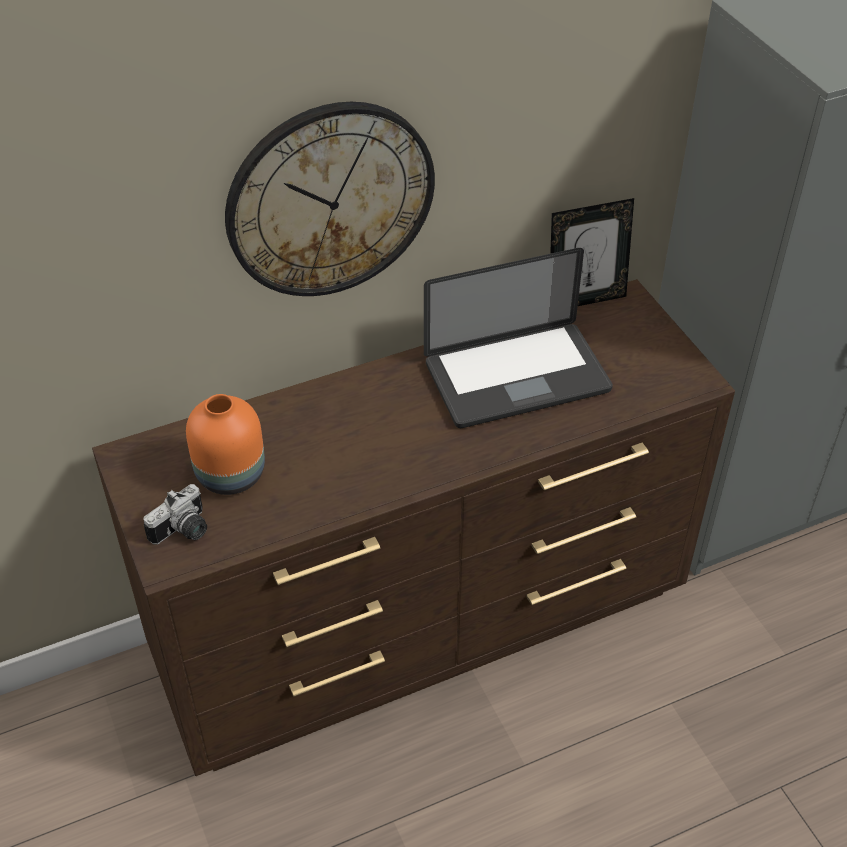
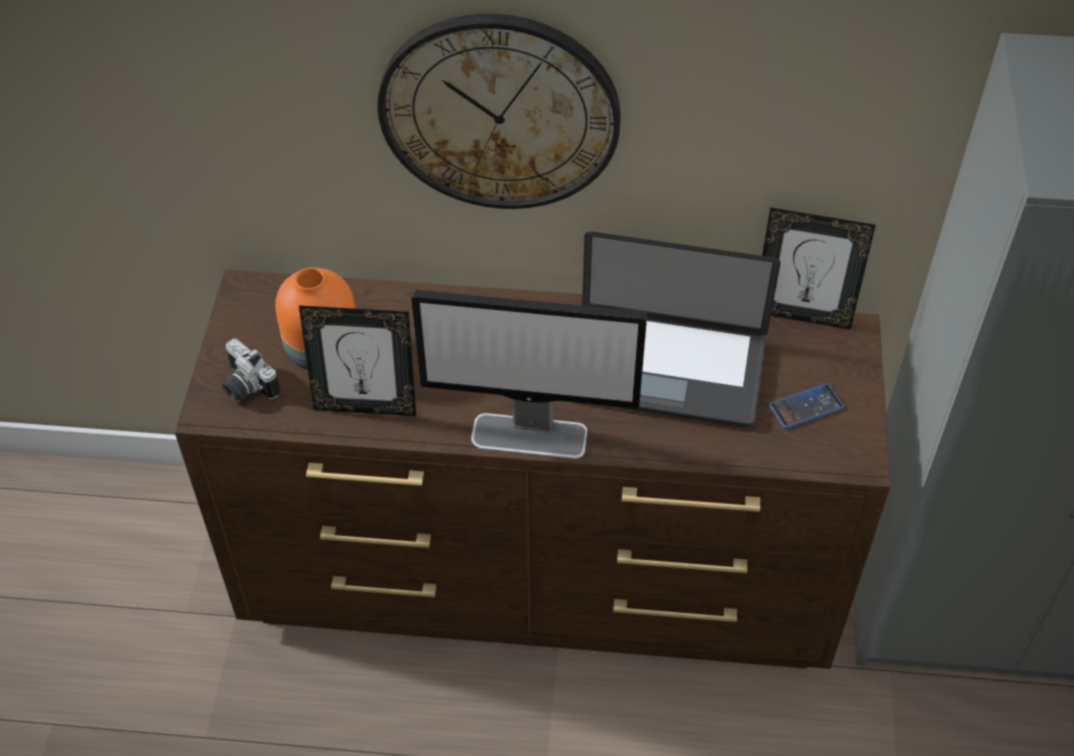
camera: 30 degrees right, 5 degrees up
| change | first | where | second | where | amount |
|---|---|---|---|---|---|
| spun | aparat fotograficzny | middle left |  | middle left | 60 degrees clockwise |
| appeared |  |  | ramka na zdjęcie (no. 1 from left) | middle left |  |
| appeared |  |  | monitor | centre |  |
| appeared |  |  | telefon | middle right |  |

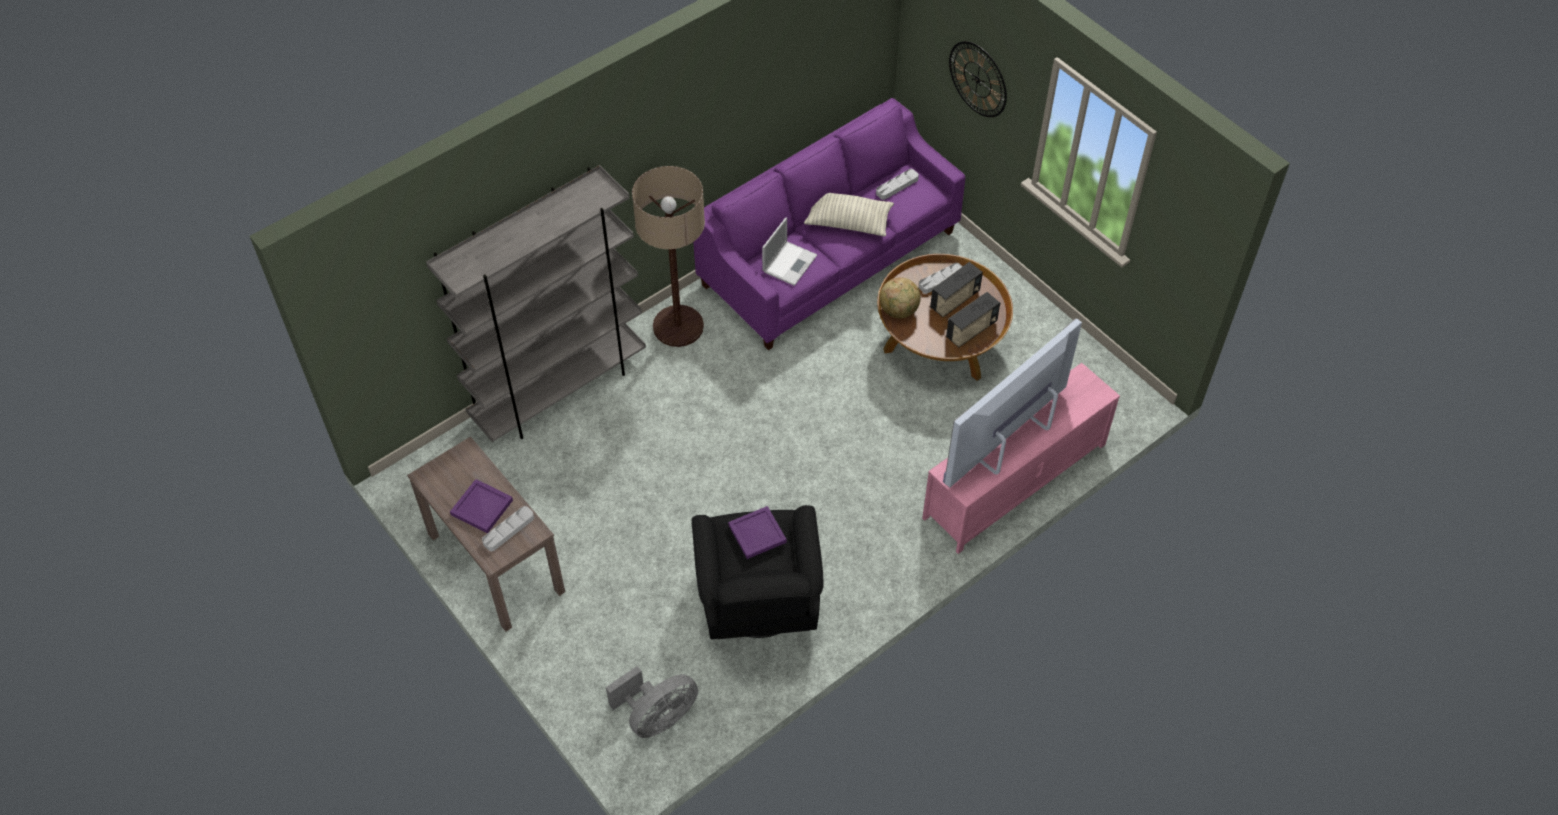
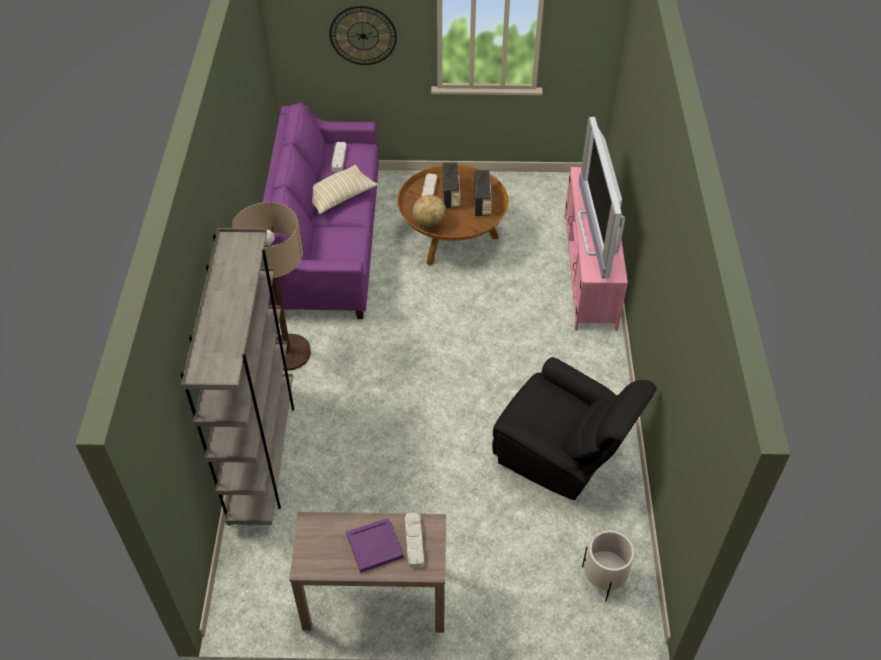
camera: 50 degrees left, 5 degrees down
| change | first | where | second | where | amount |
|---|---|---|---|---|---|
| exchanged | wentylator [szary] | bottom centre | donica [biały] | bottom right |  |
| missing | taca [fioletowy] (no. 2 from left) | centre |  |  |  |
| missing | laptop | top centre |  |  |  |

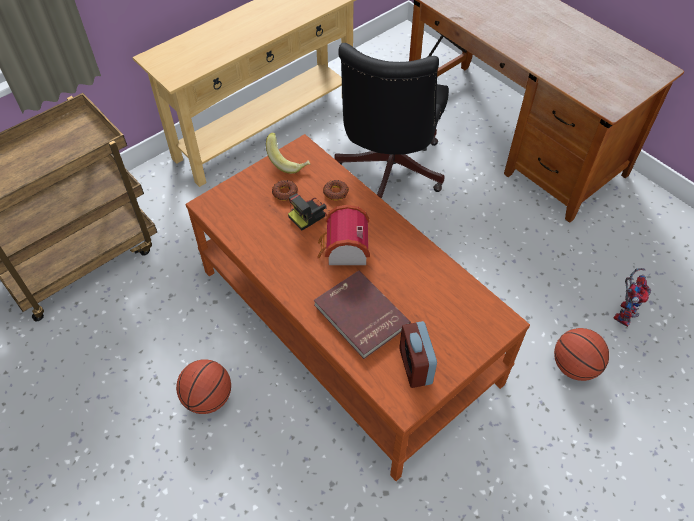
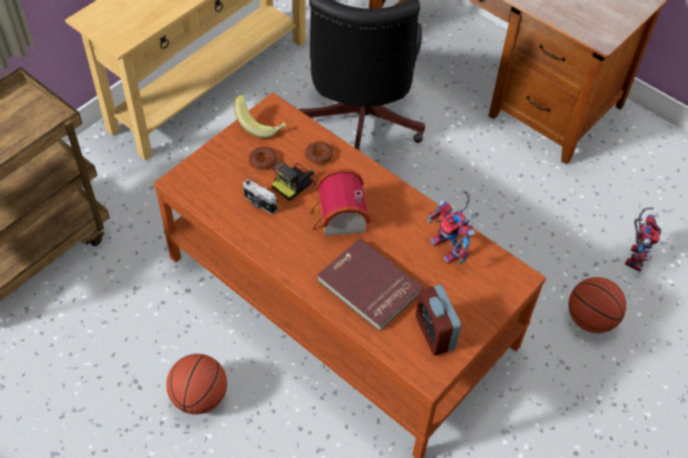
camera: 10 degrees left, 0 degrees up
| change | first | where | second | where | amount |
|---|---|---|---|---|---|
| appeared |  |  | aparat fotograficzny (no. 1 from left) | centre |  |
| appeared |  |  | robot zabawkowy (no. 1 from left) | centre |  |

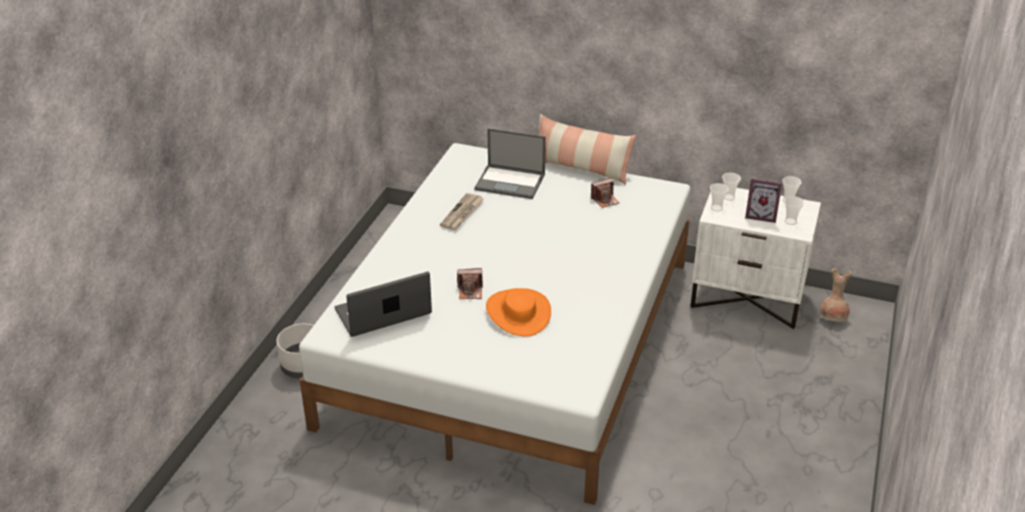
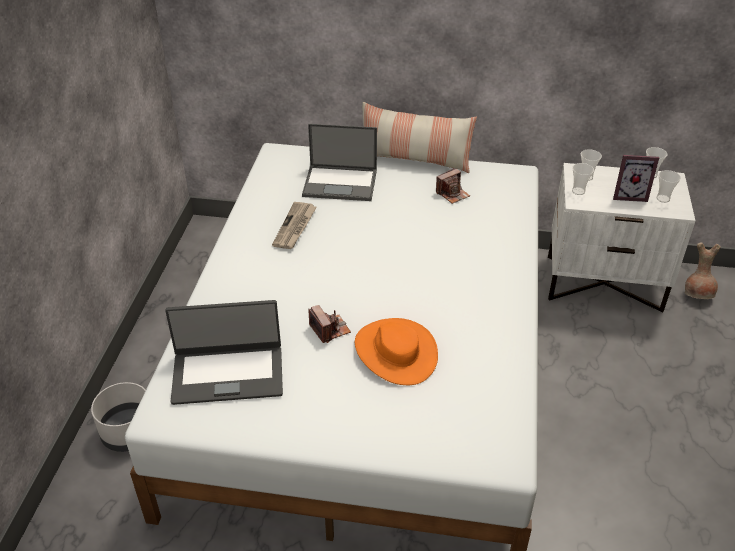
camera: 10 degrees left, 5 degrees up
| change | first | where | second | where | amount |
|---|---|---|---|---|---|
| spun | laptop (no. 1 from left) | centre |  | middle left | 150 degrees counterclockwise |
| spun | aparat fotograficzny (no. 1 from left) | centre |  | centre | 105 degrees counterclockwise |

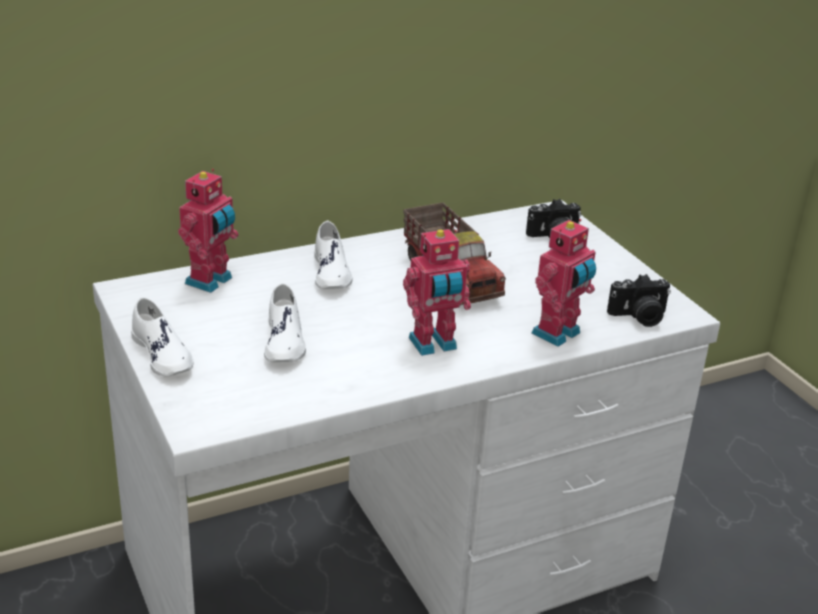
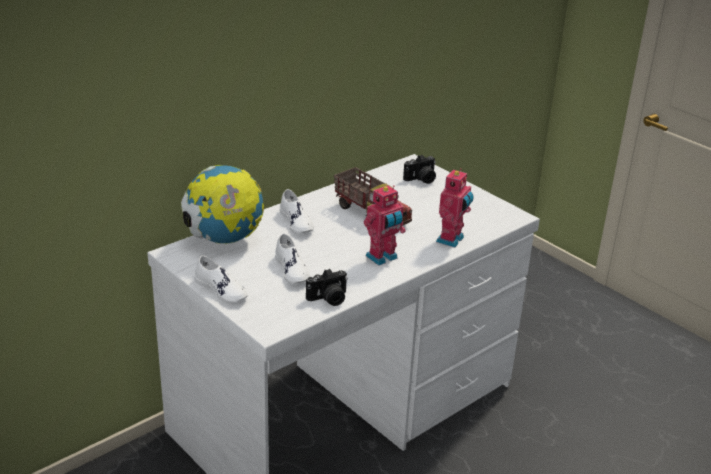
camera: 15 degrees left, 0 degrees up
| change | first | where | second | where | amount |
|---|---|---|---|---|---|
| exchanged | robot zabawkowy (no. 1 from left) | middle left | globus | middle left |  |
| relocated | aparat fotograficzny (no. 2 from left in the first image) | middle right | aparat fotograficzny (no. 1 from left) | centre |  |

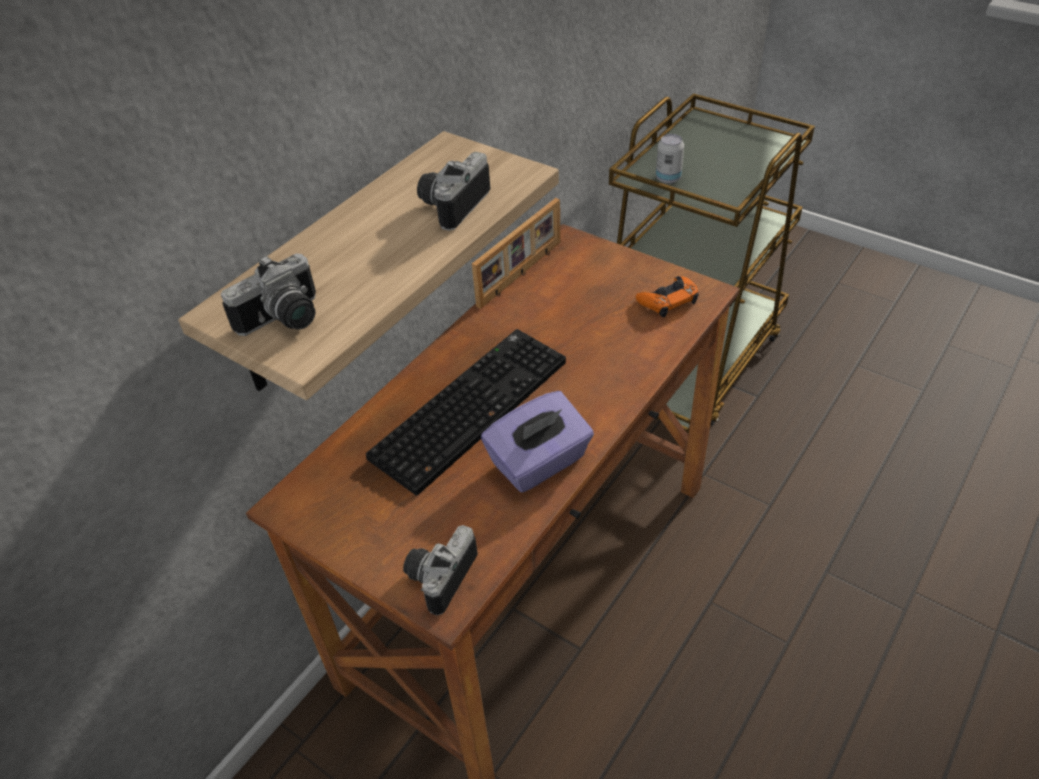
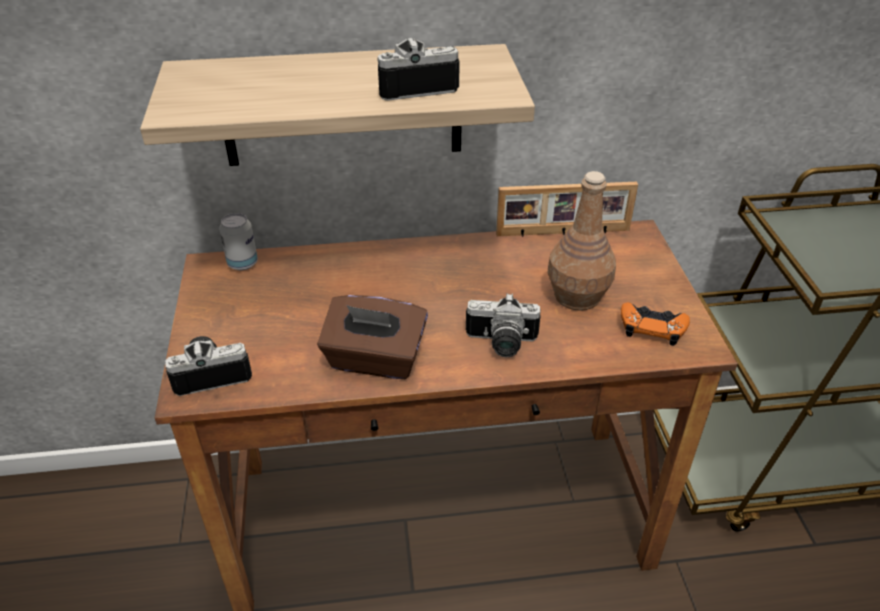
camera: 45 degrees right, 5 degrees down
| change | first | where | second | where | amount |
|---|---|---|---|---|---|
| relocated | aparat fotograficzny (no. 1 from left in the first image) | middle left | aparat fotograficzny (no. 3 from left) | centre |  |
| missing | klawiatura | centre |  |  |  |
| colour | pudełko chusteczek [fioletowy] | centre | pudełko chusteczek [brązowy] | centre |  |
| relocated | puszka | top centre |  | middle left |  |
| appeared |  |  | butelka [brązowy] | centre |  |

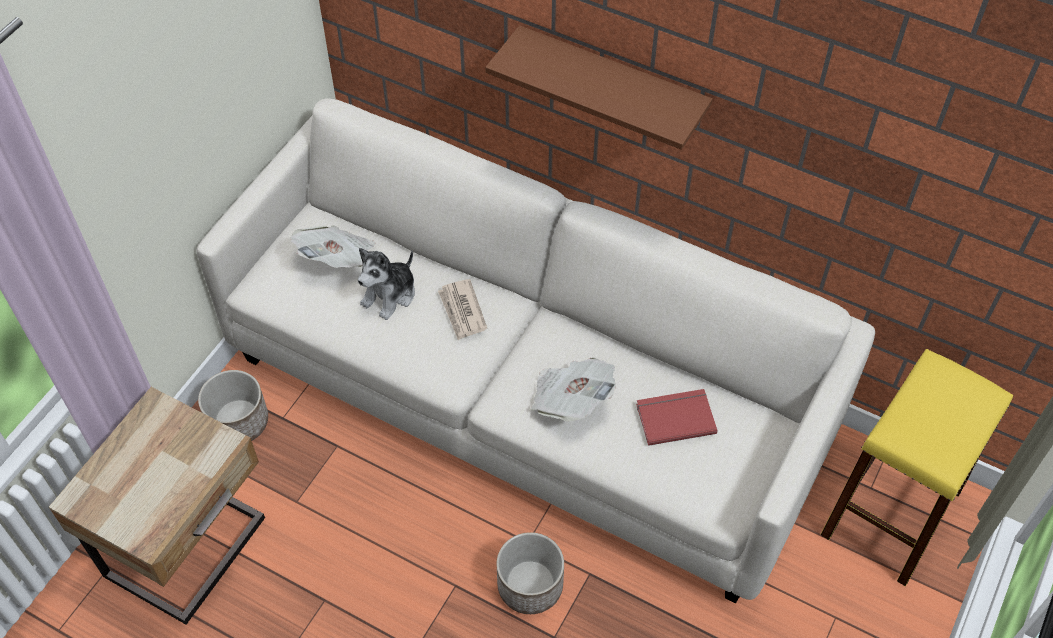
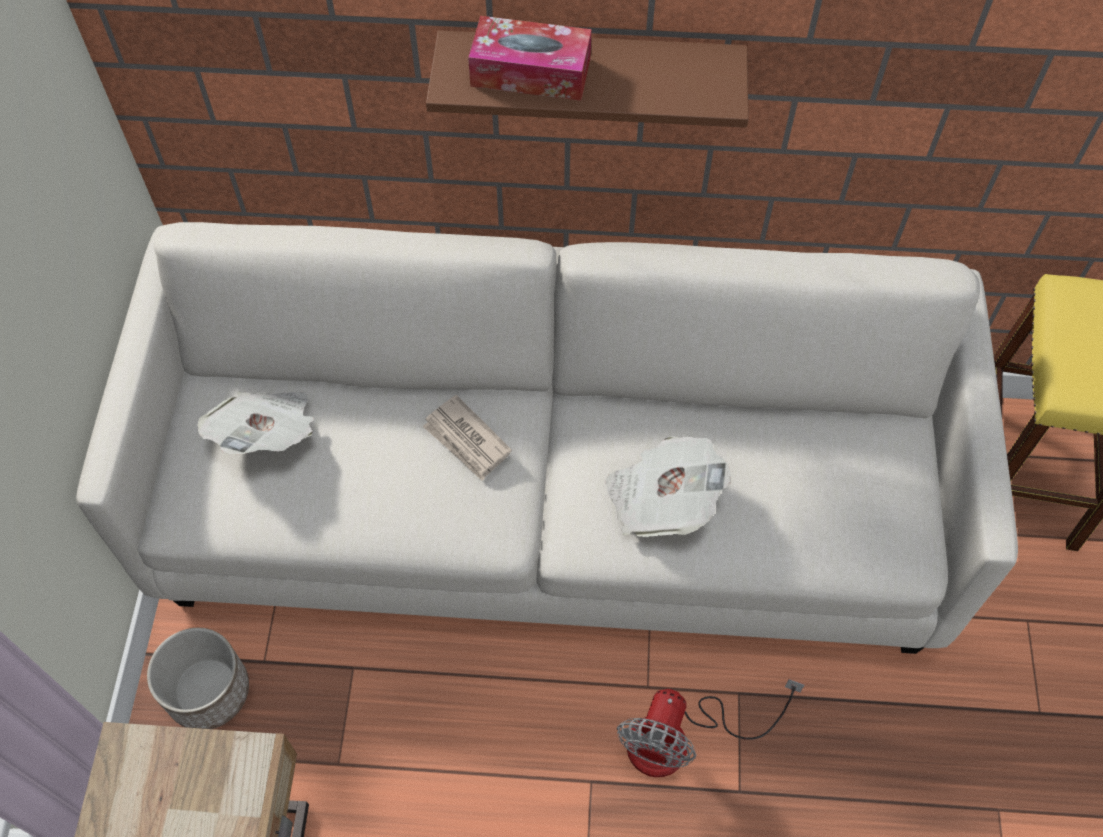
camera: 25 degrees left, 5 degrees up
| change | first | where | second | where | amount |
|---|---|---|---|---|---|
| missing | pluszak | centre |  |  |  |
| exchanged | donica (no. 2 from left) | bottom centre | wentylator | bottom centre |  |
| missing | książka [czerwony] | centre |  |  |  |
| appeared |  |  | pudełko chusteczek | top centre |  |

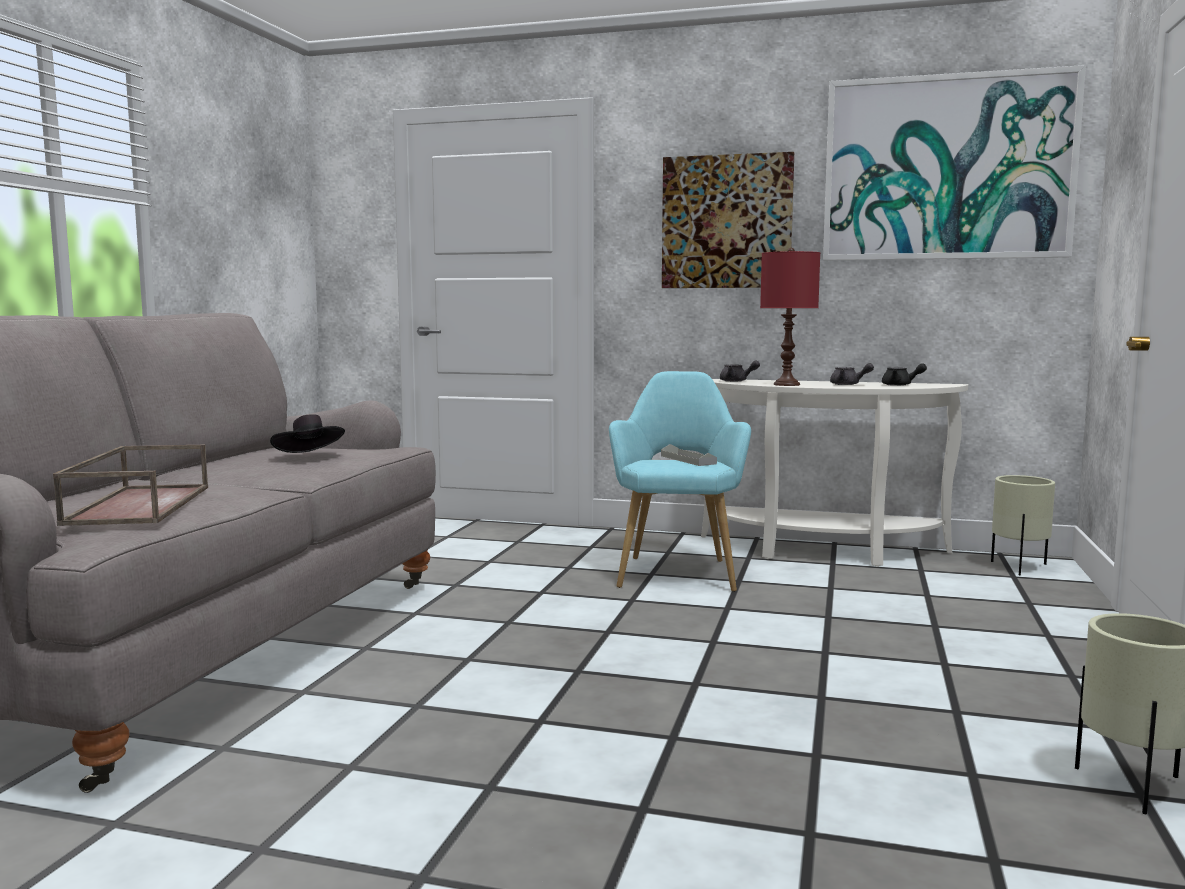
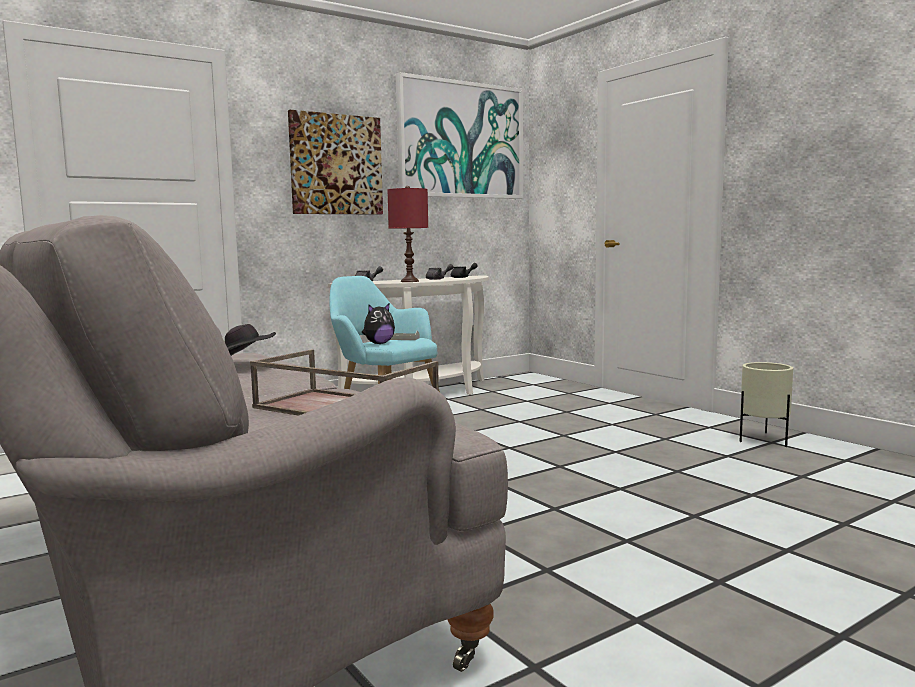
camera: 50 degrees left, 0 degrees up
| change | first | where | second | where | amount |
|---|---|---|---|---|---|
| missing | donica [beżowy] (no. 1 from left) | middle right |  |  |  |
| appeared |  |  | pluszak | centre |  |

